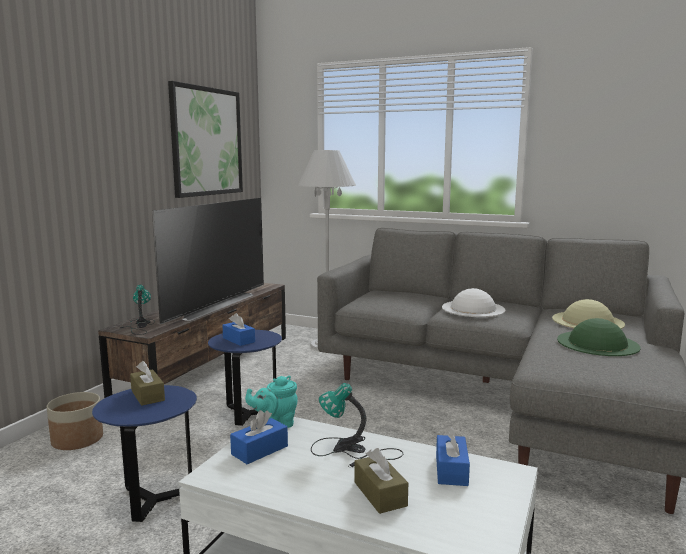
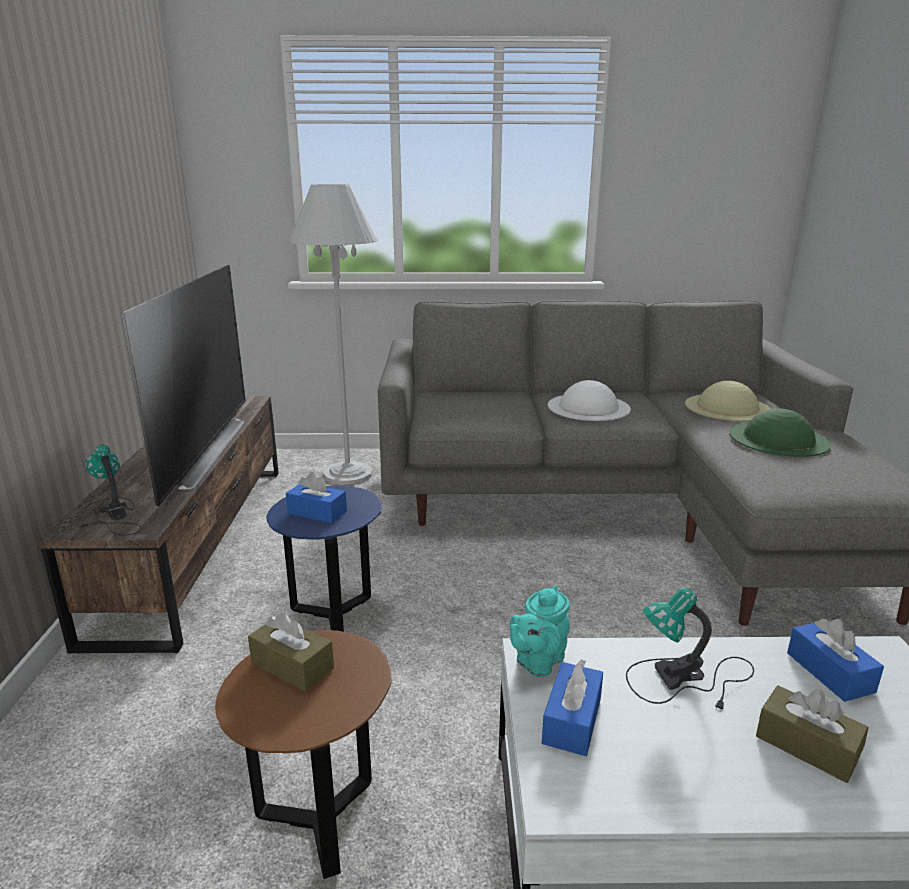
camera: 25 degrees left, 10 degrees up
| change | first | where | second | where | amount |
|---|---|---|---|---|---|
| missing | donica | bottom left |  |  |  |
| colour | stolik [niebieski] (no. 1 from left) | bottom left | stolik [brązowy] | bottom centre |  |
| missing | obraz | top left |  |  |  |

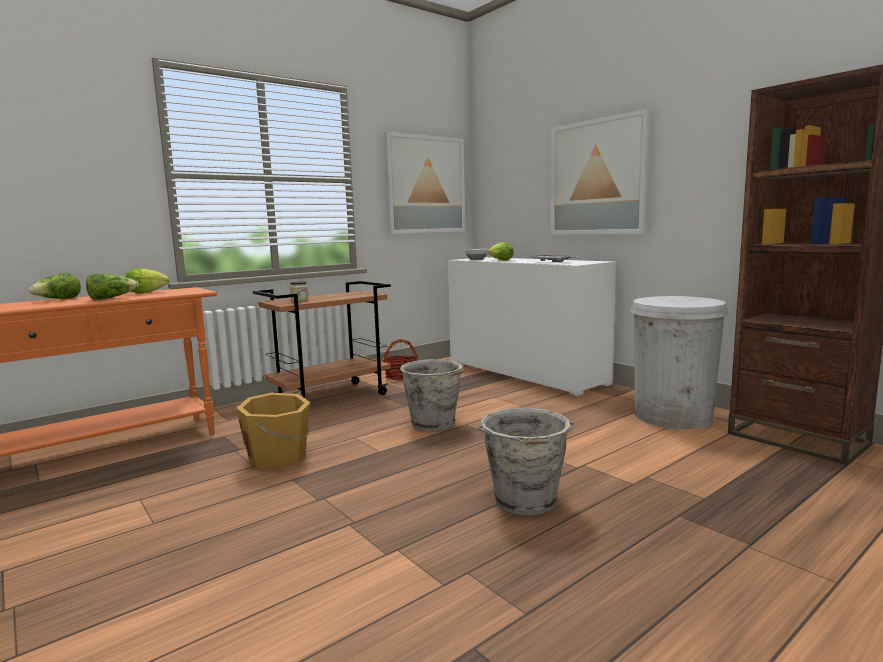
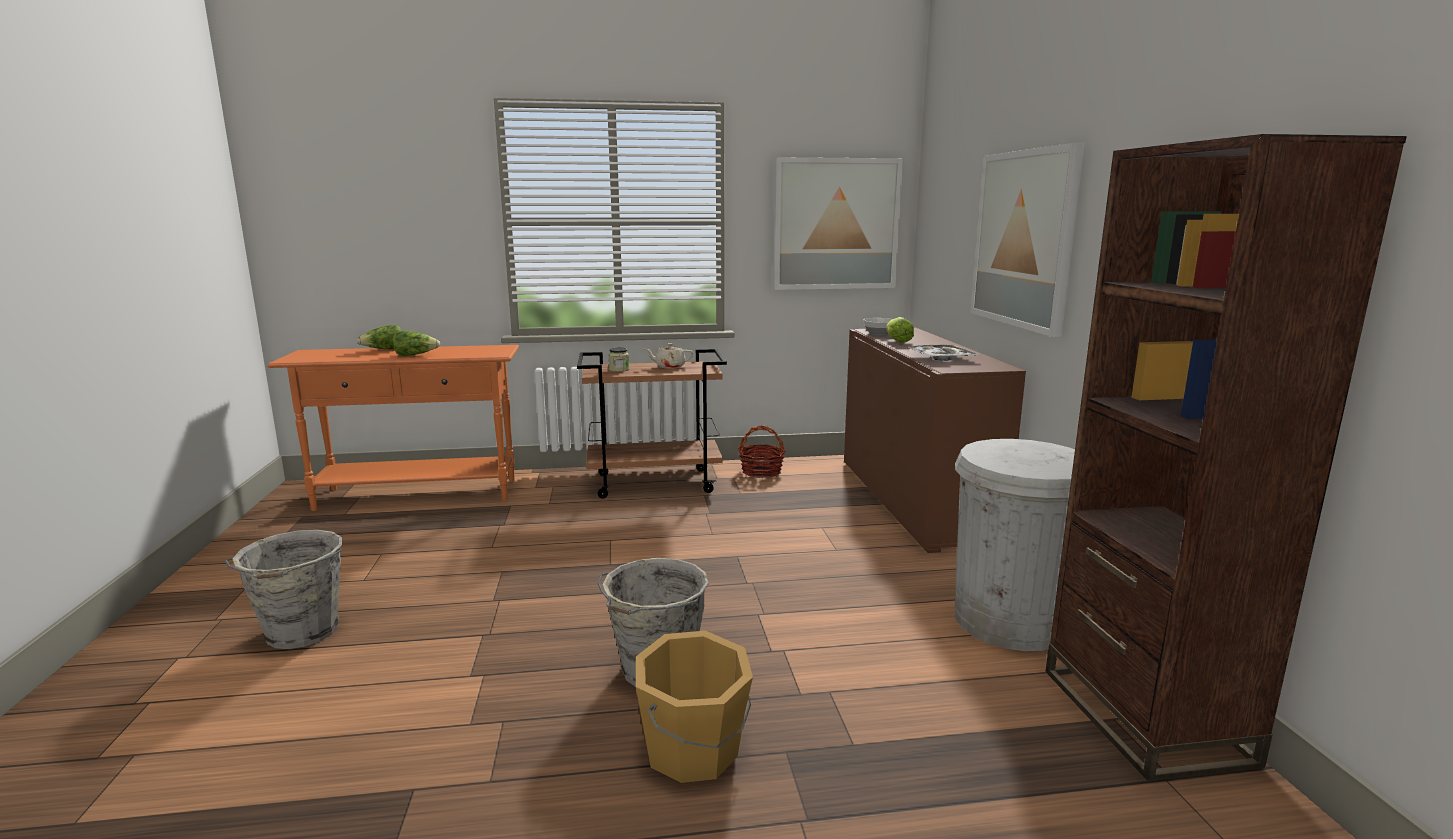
camera: 30 degrees right, 5 degrees up
| change | first | where | second | where | amount |
|---|---|---|---|---|---|
| missing | sałata (no. 3 from left) | middle left |  |  |  |
| relocated | wiadro [pomarańczowy] | middle left |  | bottom centre |  |
| relocated | wiadro [szary] (no. 1 from left) | centre |  | bottom left |  |
| colour | szafka [biały] | centre | szafka [brązowy] | centre |  |
| appeared |  |  | imbryk [beżowy] | centre |  |

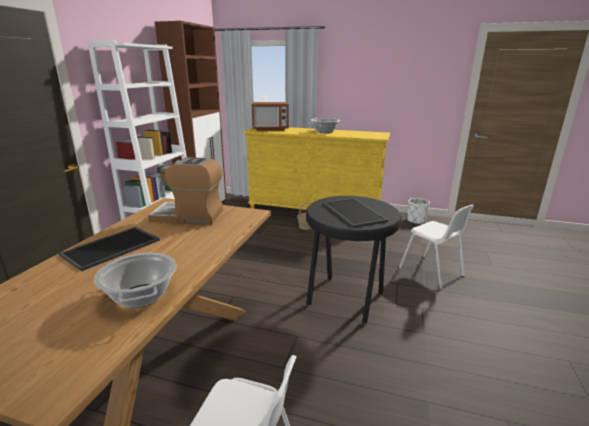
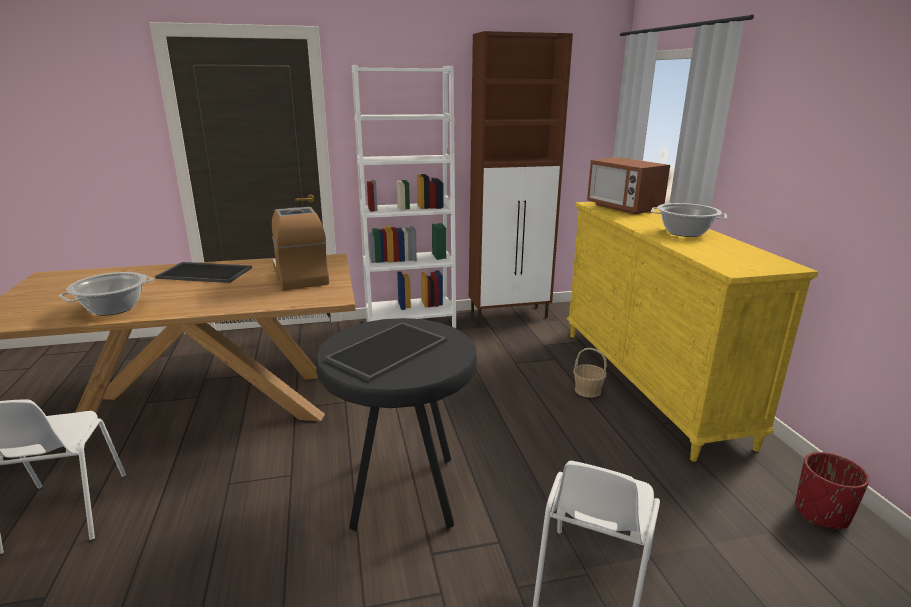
camera: 60 degrees right, 0 degrees up
| change | first | where | second | where | amount |
|---|---|---|---|---|---|
| colour | donica [biały] | middle right | donica [czerwony] | bottom right |  |

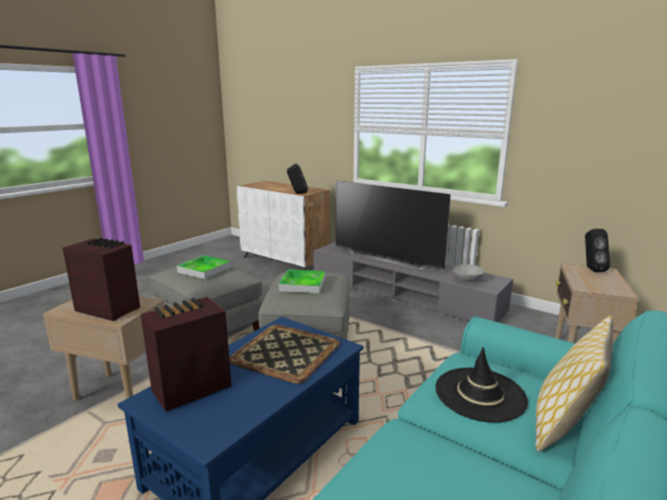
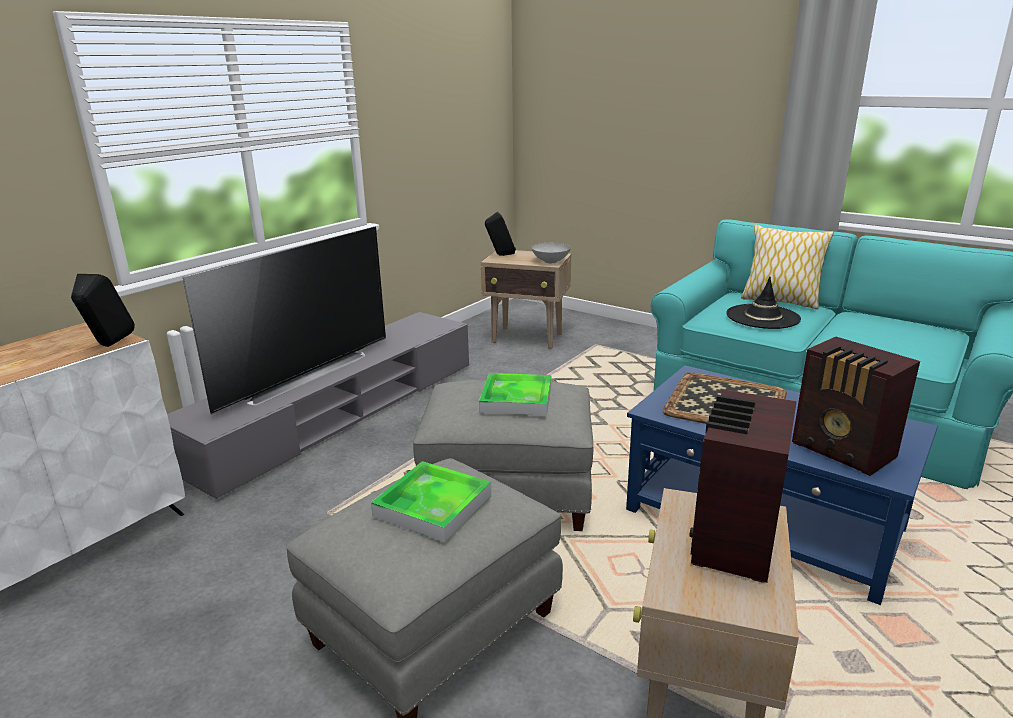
camera: 90 degrees left, 5 degrees up
| change | first | where | second | where | amount |
|---|---|---|---|---|---|
| relocated | miska [szary] | middle right |  | centre |  |

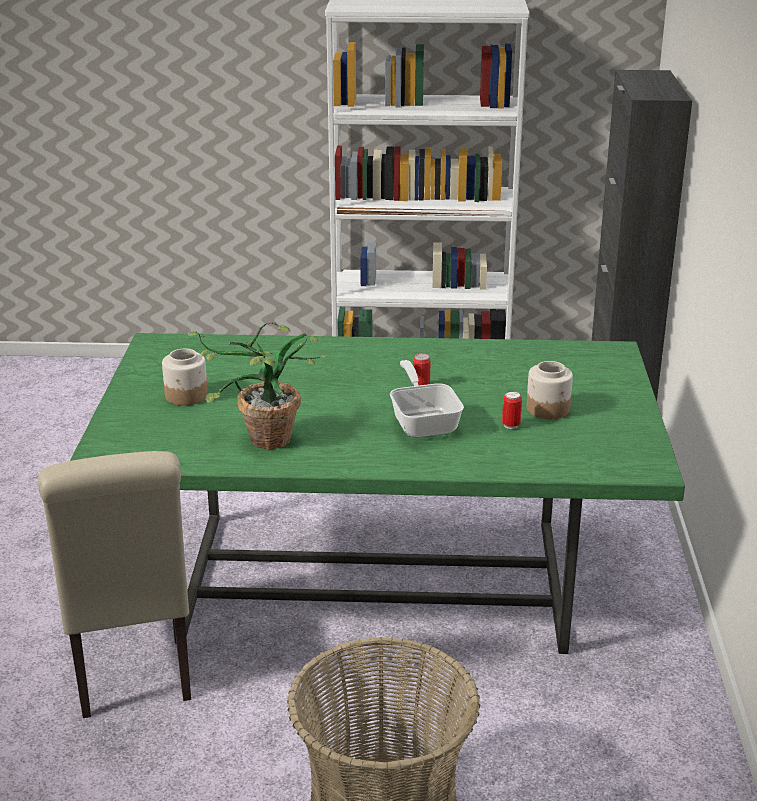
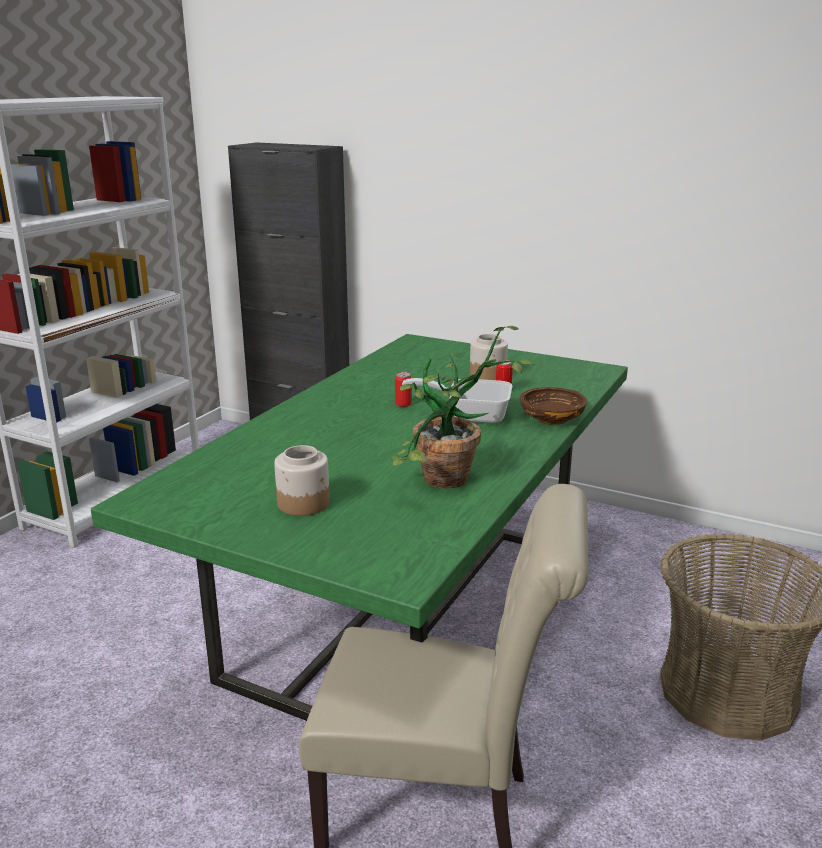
camera: 65 degrees left, 5 degrees down
| change | first | where | second | where | amount |
|---|---|---|---|---|---|
| appeared |  |  | miska [brązowy] | middle right |  |

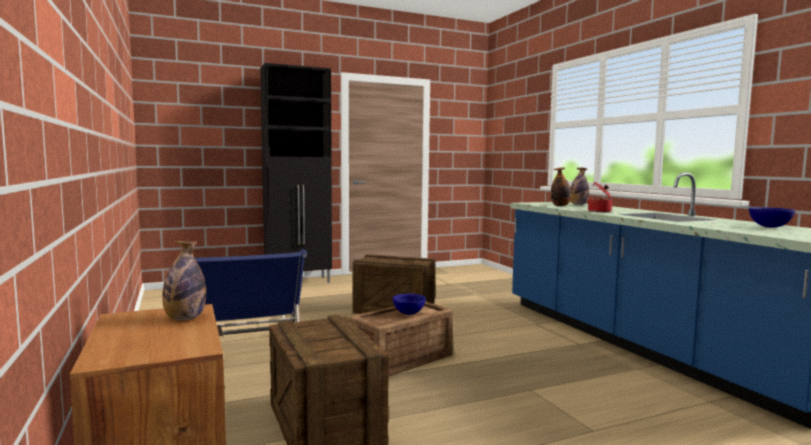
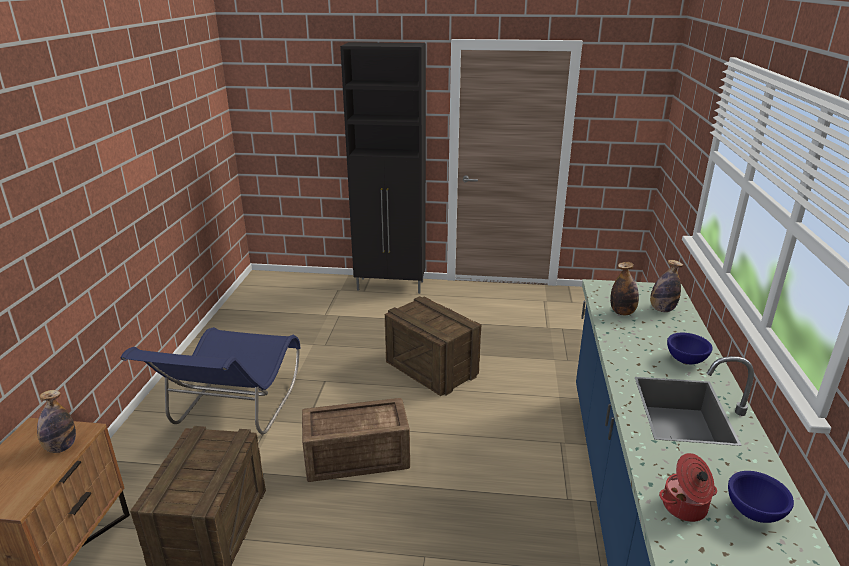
camera: 30 degrees right, 20 degrees up
| change | first | where | second | where | amount |
|---|---|---|---|---|---|
| relocated | miska [niebieski] (no. 1 from left) | bottom centre |  | middle right |  |
| relocated | garnek | middle right |  | bottom right |  |

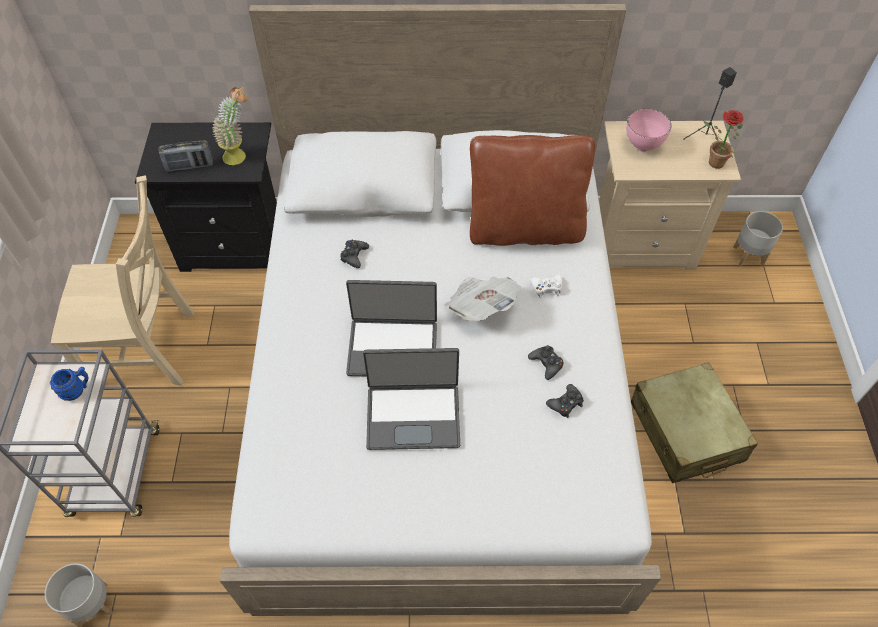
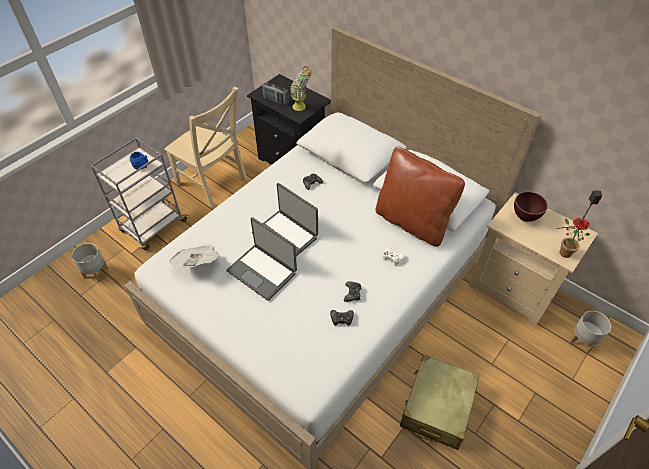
camera: 40 degrees right, 5 degrees down
| change | first | where | second | where | amount |
|---|---|---|---|---|---|
| relocated | gazeta | centre |  | middle left |  |
| colour | miska [różowy] | top right | miska [brązowy] | middle right |  |

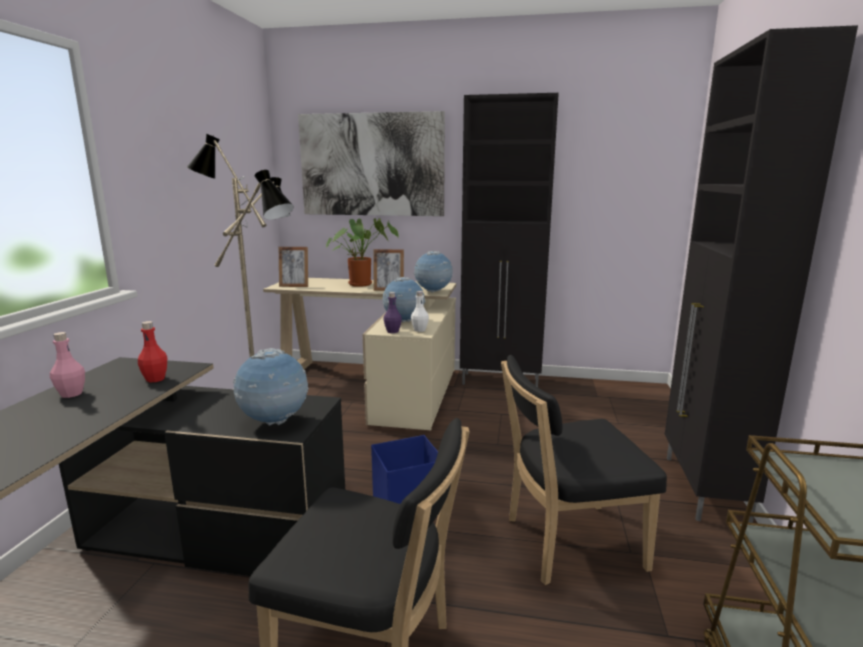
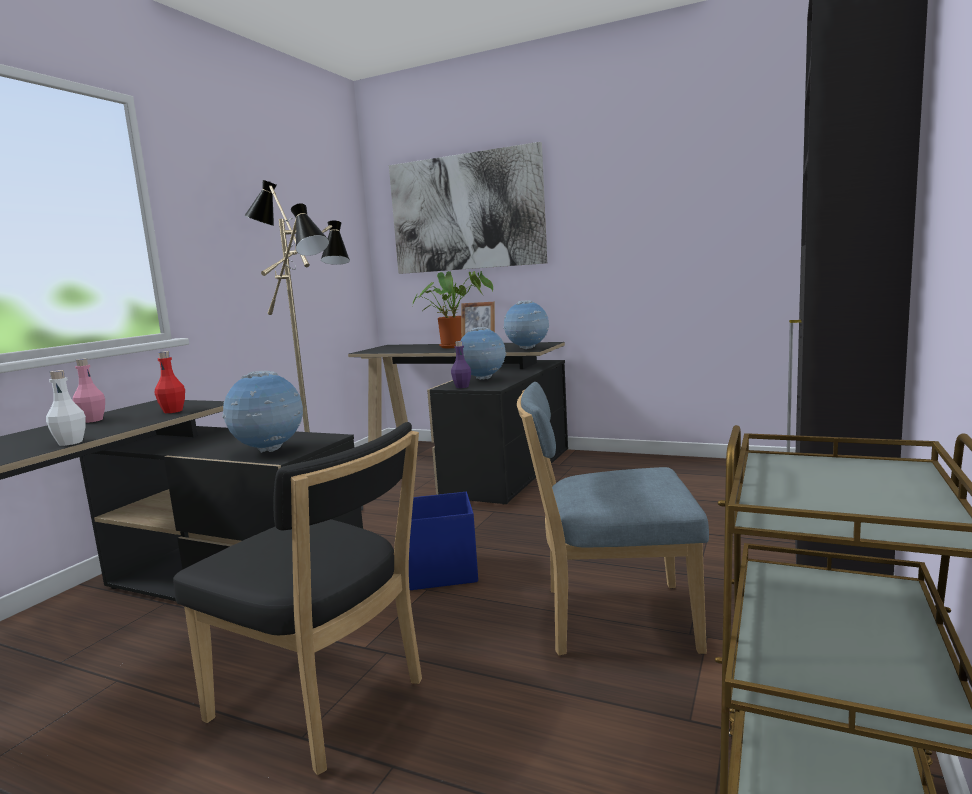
camera: 15 degrees right, 5 degrees down
| change | first | where | second | where | amount |
|---|---|---|---|---|---|
| colour | biurko [beżowy] | centre | biurko [czarny] (no. 2 from left) | centre |  |
| missing | ramka na zdjęcie (no. 1 from left) | centre |  |  |  |
| relocated | butelka [biały] | centre |  | middle left |  |
| missing | szafka [czarny] (no. 1 from left) | centre |  |  |  |
| colour | krzesło [czarny] (no. 2 from left) | bottom right | krzesło [niebieski] | centre |  |

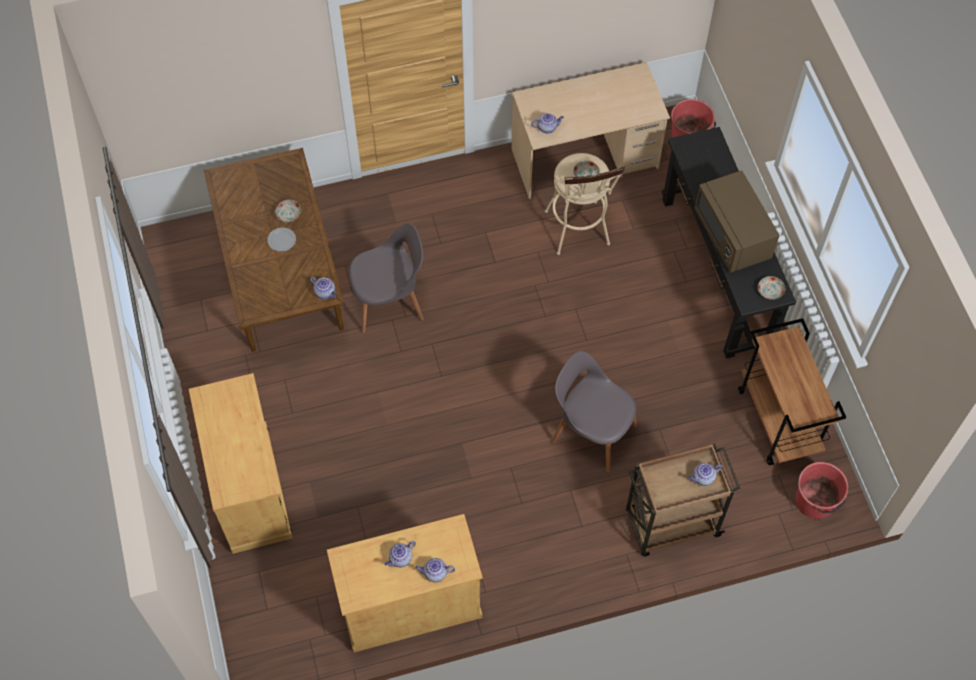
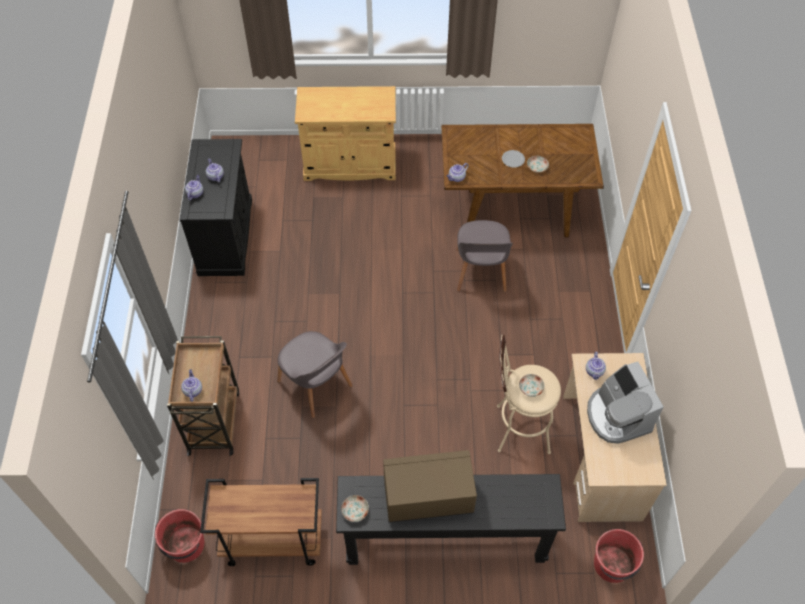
camera: 105 degrees right, 5 degrees down
| change | first | where | second | where | amount |
|---|---|---|---|---|---|
| colour | szafka [beżowy] (no. 2 from left) | bottom centre | szafka [czarny] | middle left |  |
| spun | krzesło [szary] (no. 2 from left in the first image) | centre | krzesło [szary] (no. 1 from left) | centre | 90 degrees clockwise |
| appeared |  |  | ekspres do kawy | bottom right |  |

